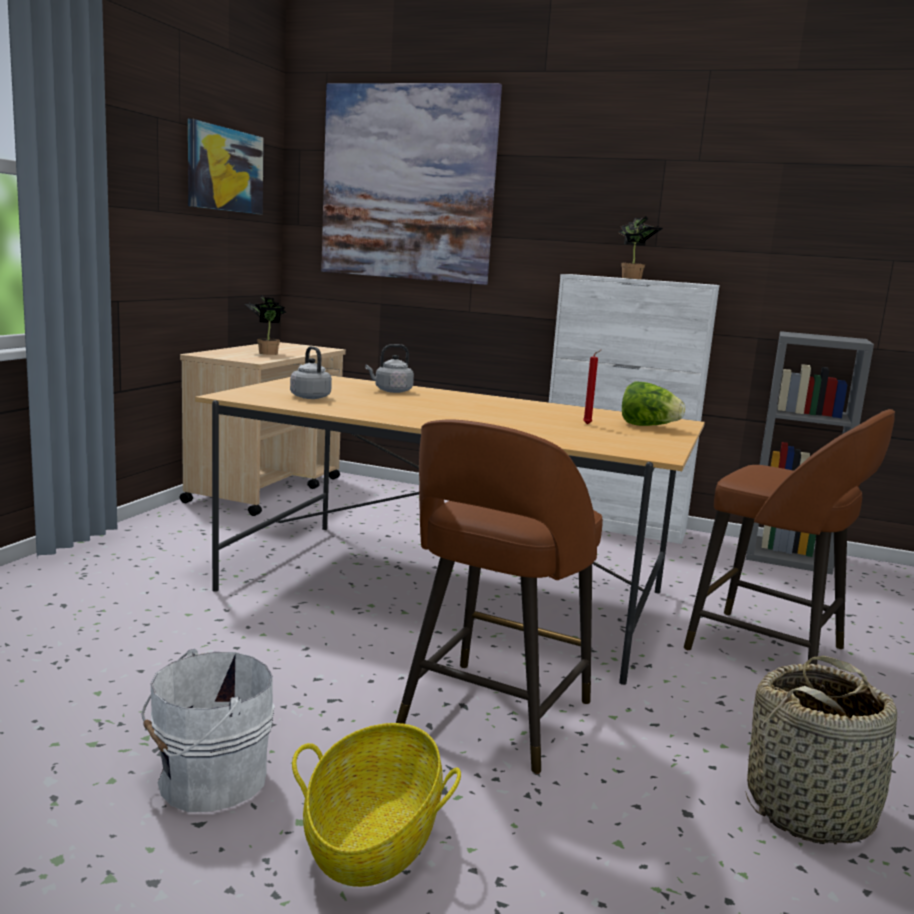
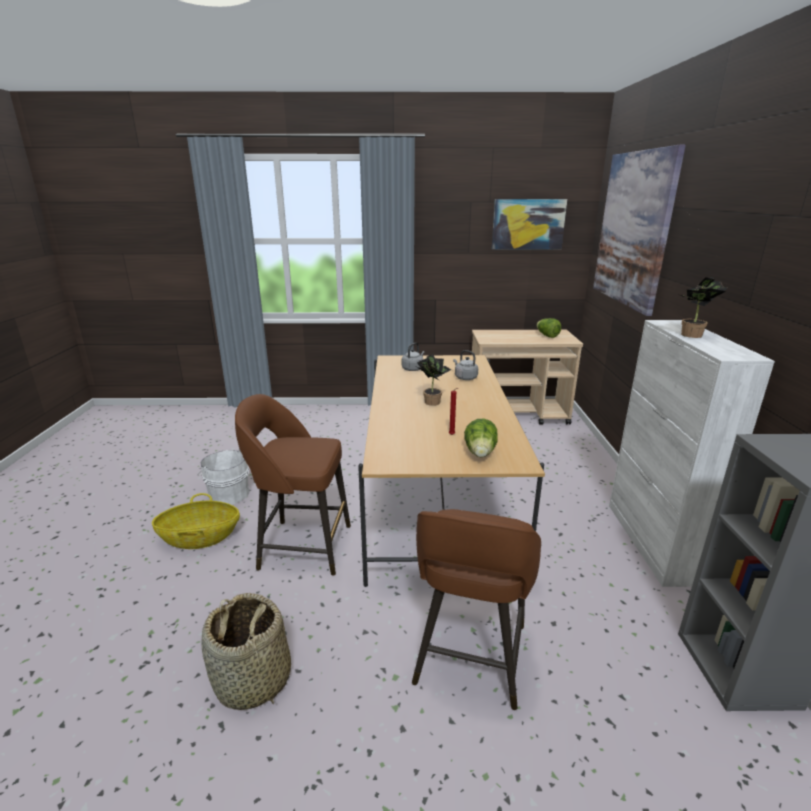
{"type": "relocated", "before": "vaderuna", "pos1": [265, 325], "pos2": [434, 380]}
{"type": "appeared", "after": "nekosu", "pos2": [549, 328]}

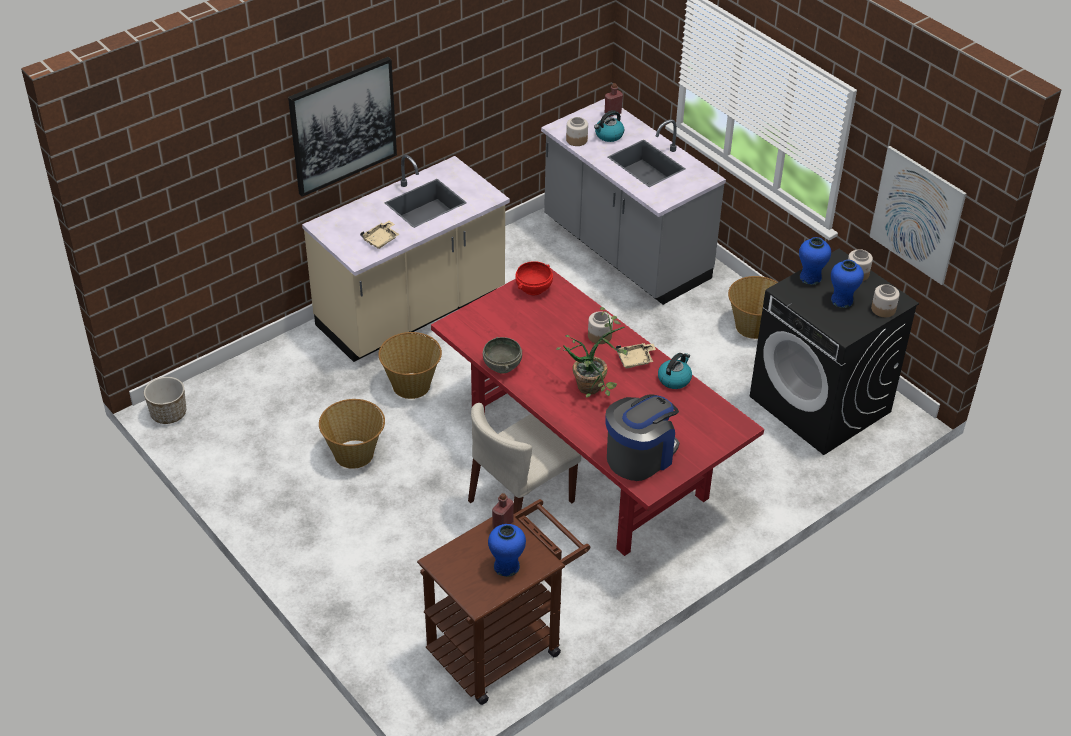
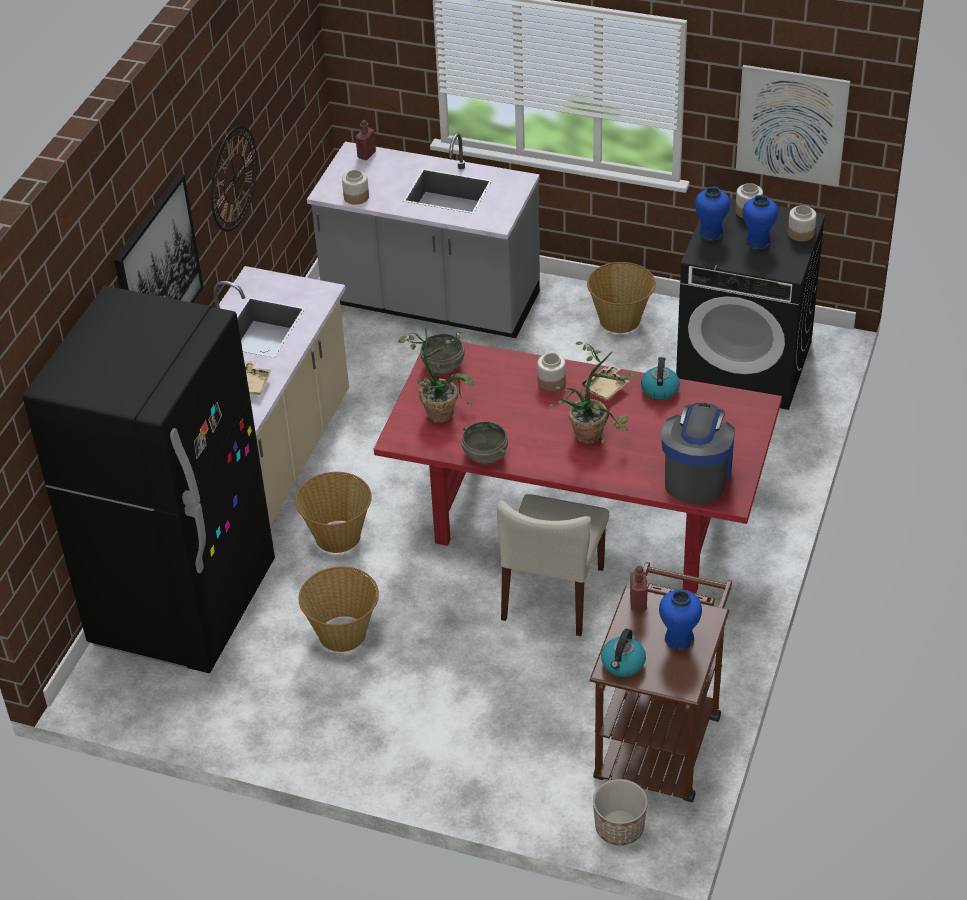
{"type": "relocated", "before": "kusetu", "pos1": [609, 126], "pos2": [623, 653]}
{"type": "colour", "before": "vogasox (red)", "after": "vogasox (grey)", "pos1": [534, 278], "pos2": [442, 353]}
{"type": "relocated", "before": "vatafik", "pos1": [165, 400], "pos2": [620, 812]}
{"type": "appeared", "after": "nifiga", "pos2": [234, 179]}
{"type": "appeared", "after": "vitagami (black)", "pos2": [149, 479]}
{"type": "appeared", "after": "vaderuna", "pos2": [437, 375]}

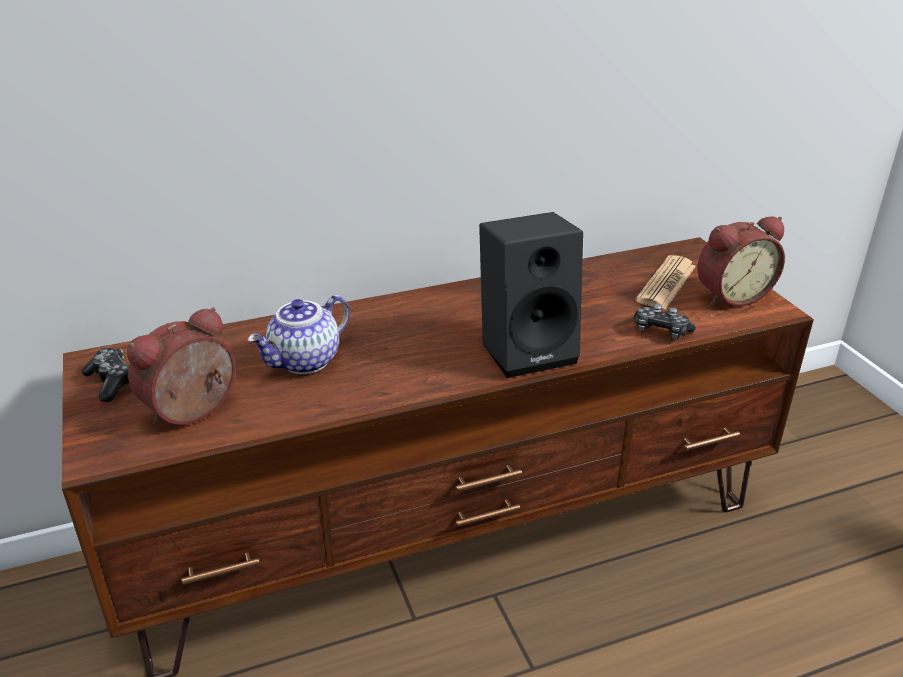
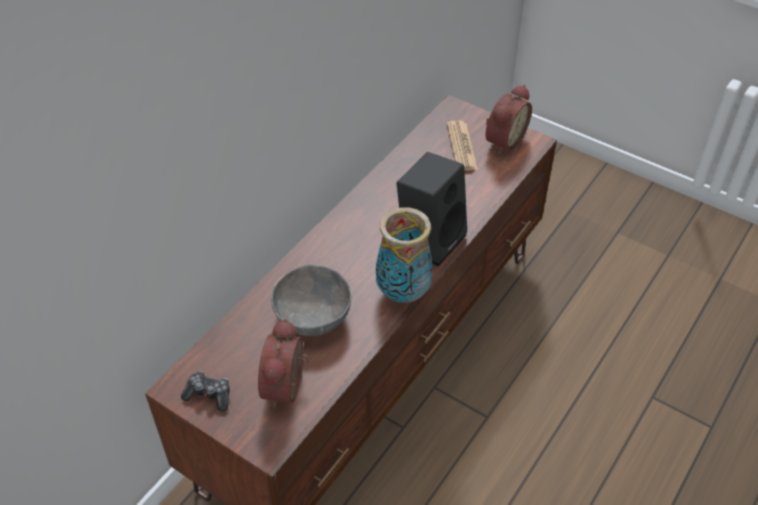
{"type": "exchanged", "before": "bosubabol", "after": "vogasox (grey)", "pos1": [298, 334], "pos2": [311, 300]}
{"type": "missing", "before": "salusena", "pos1": [665, 321]}
{"type": "appeared", "after": "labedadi", "pos2": [404, 255]}

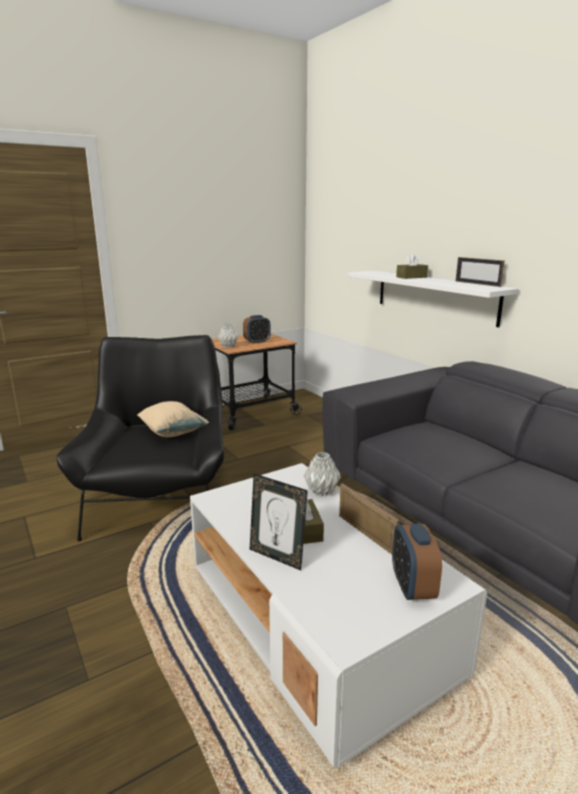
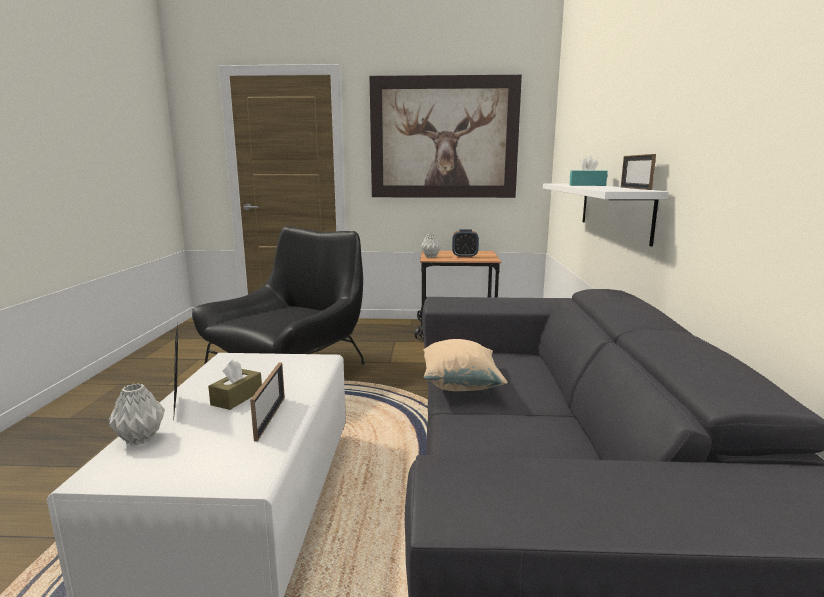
{"type": "colour", "before": "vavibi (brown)", "after": "vavibi (turquoise)", "pos1": [412, 266], "pos2": [589, 171]}
{"type": "relocated", "before": "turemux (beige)", "pos1": [173, 419], "pos2": [465, 365]}
{"type": "relocated", "before": "labedadi (grey)", "pos1": [322, 474], "pos2": [137, 414]}
{"type": "missing", "before": "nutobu", "pos1": [417, 562]}
{"type": "appeared", "after": "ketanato", "pos2": [445, 136]}

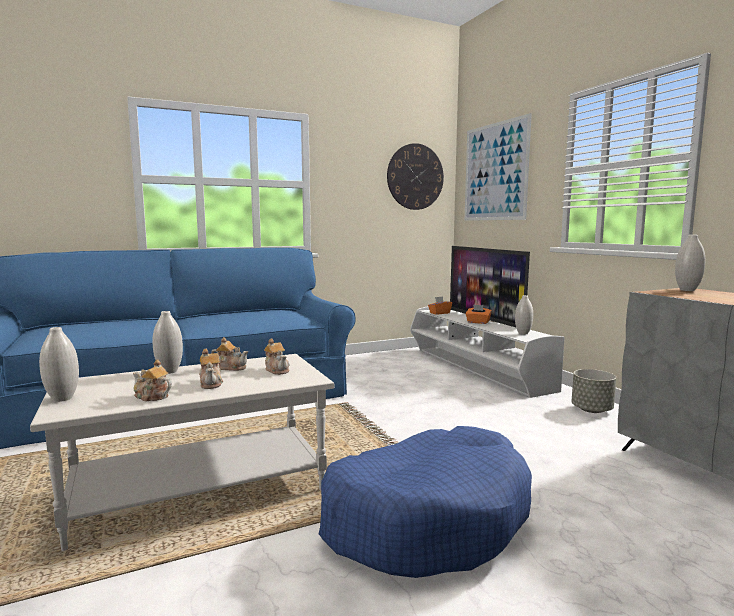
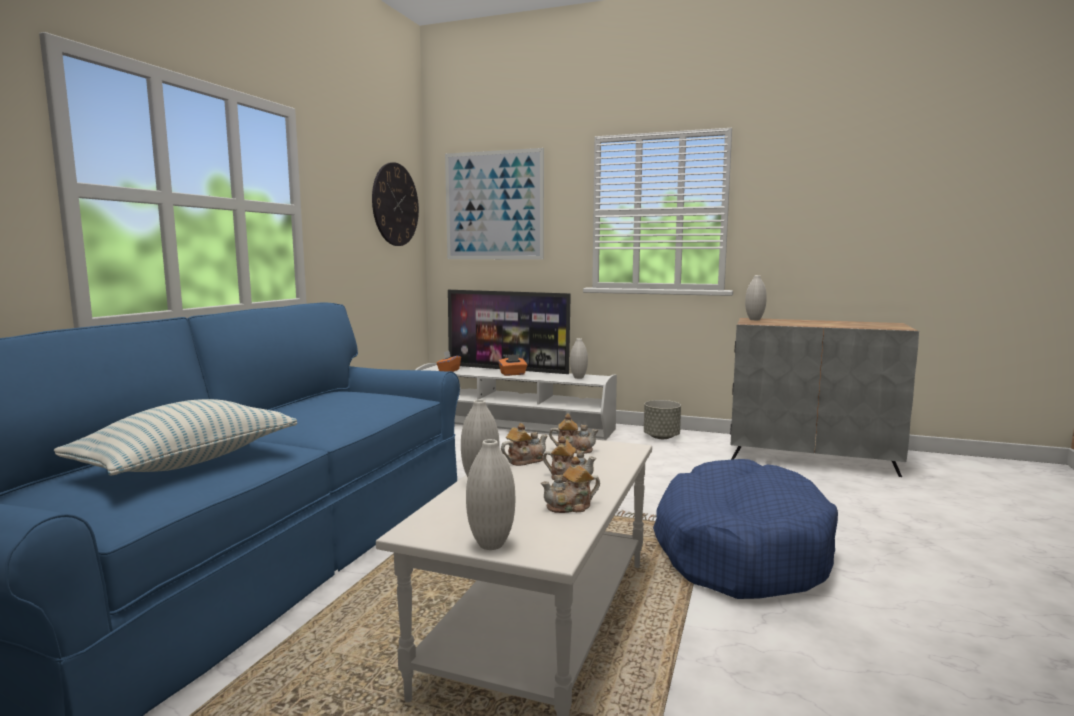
{"type": "appeared", "after": "turemux", "pos2": [175, 437]}

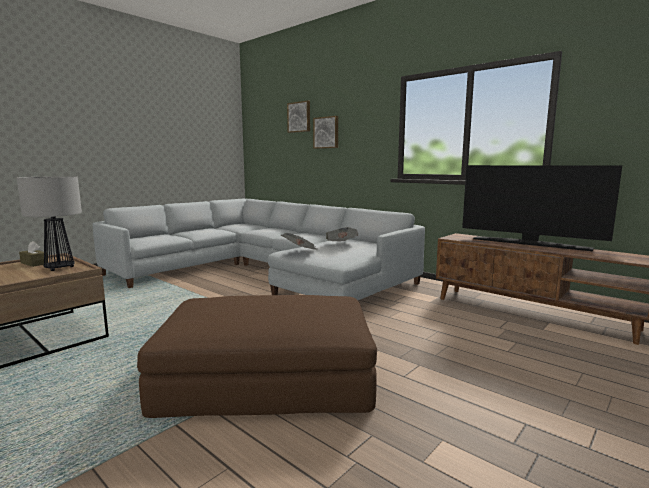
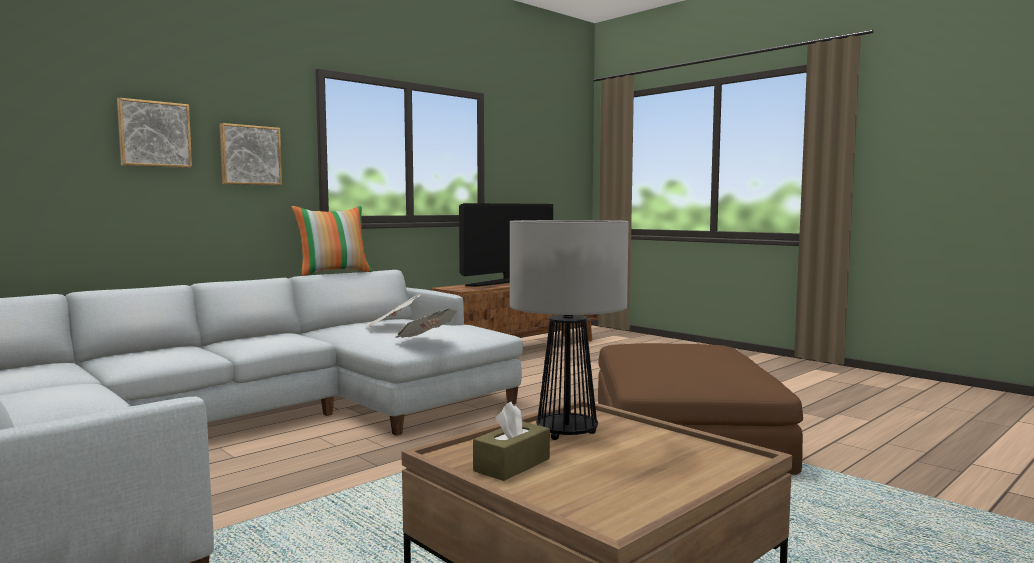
{"type": "relocated", "before": "ketanato", "pos1": [298, 117], "pos2": [250, 154]}
{"type": "appeared", "after": "turemux", "pos2": [331, 241]}

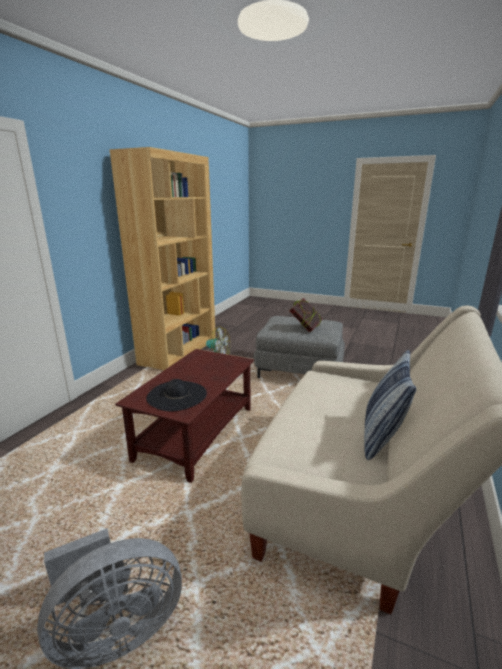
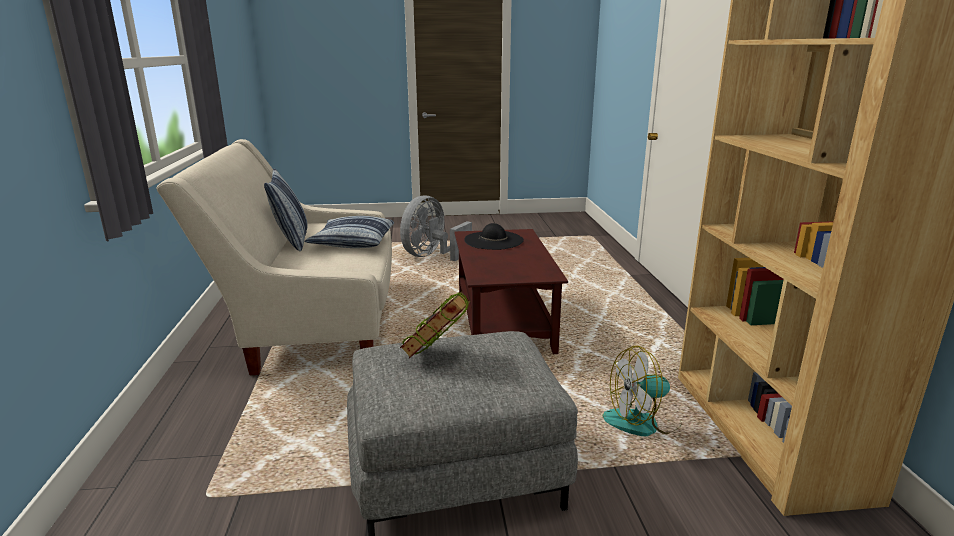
{"type": "appeared", "after": "turemux", "pos2": [349, 232]}

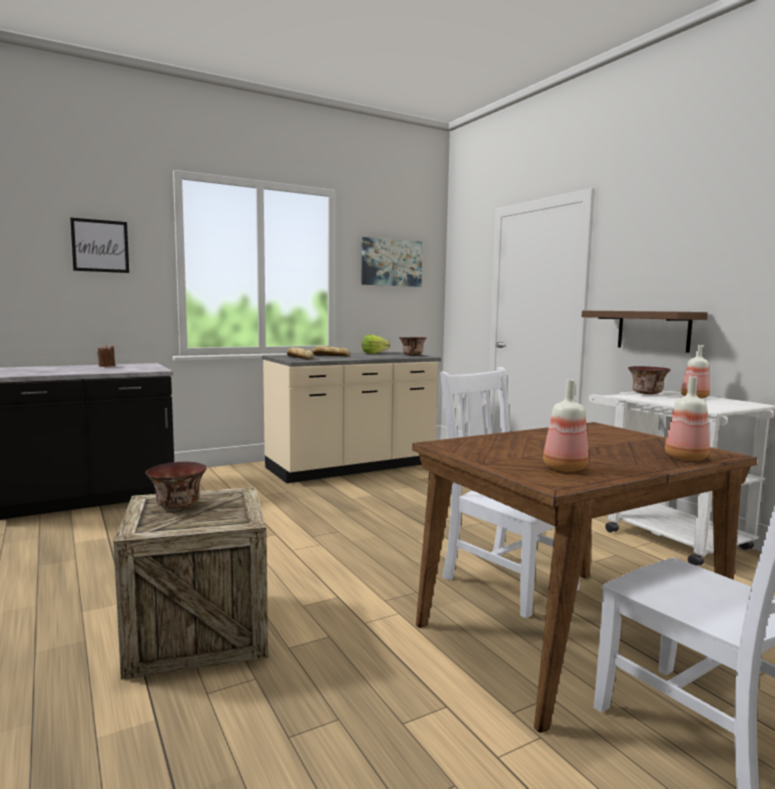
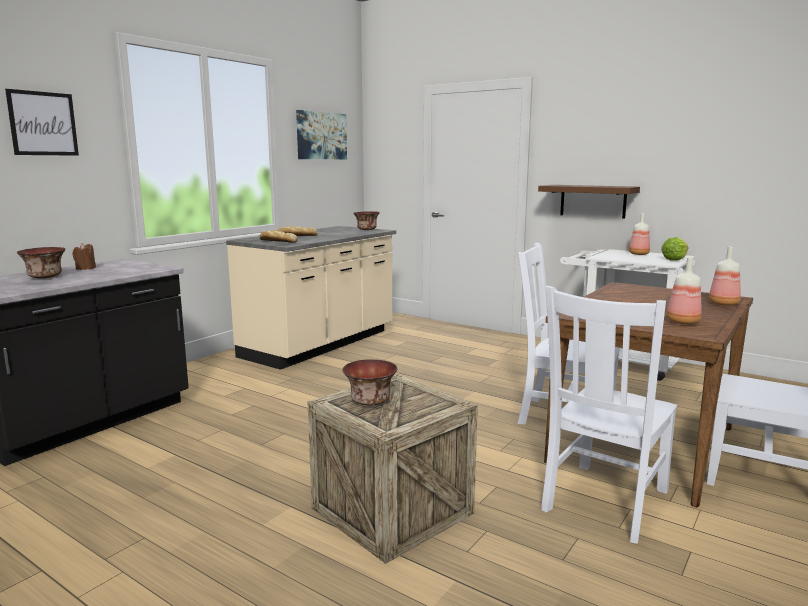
{"type": "relocated", "before": "nekosu", "pos1": [376, 344], "pos2": [674, 249]}
{"type": "relocated", "before": "vogasox", "pos1": [649, 380], "pos2": [41, 262]}
{"type": "appeared", "after": "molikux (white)", "pos2": [609, 415]}

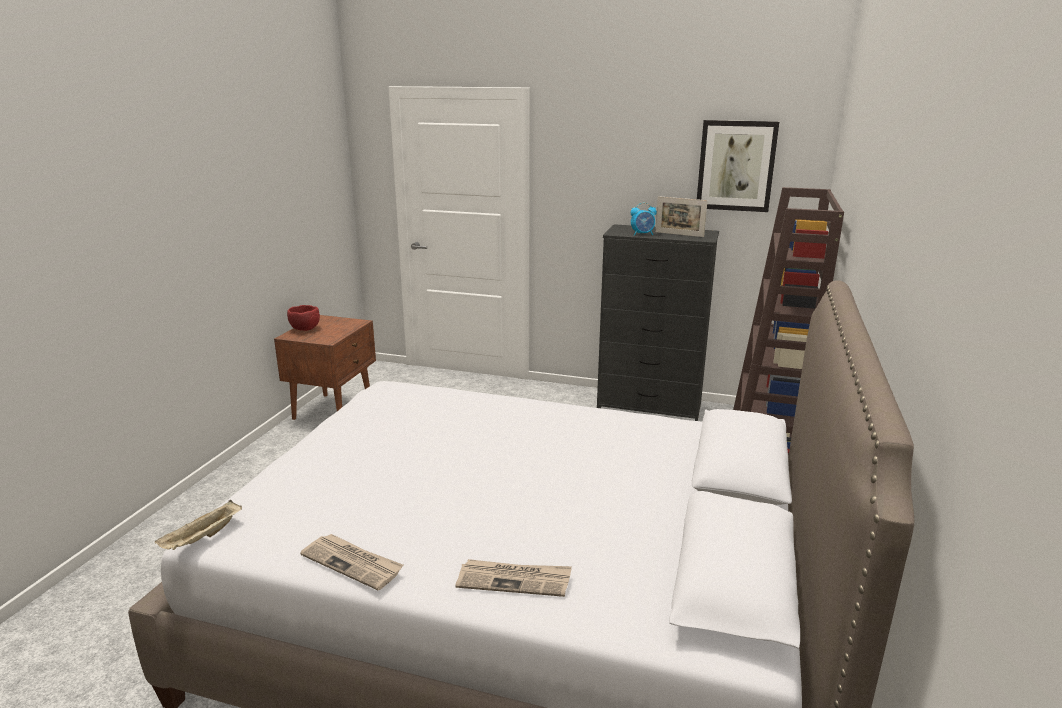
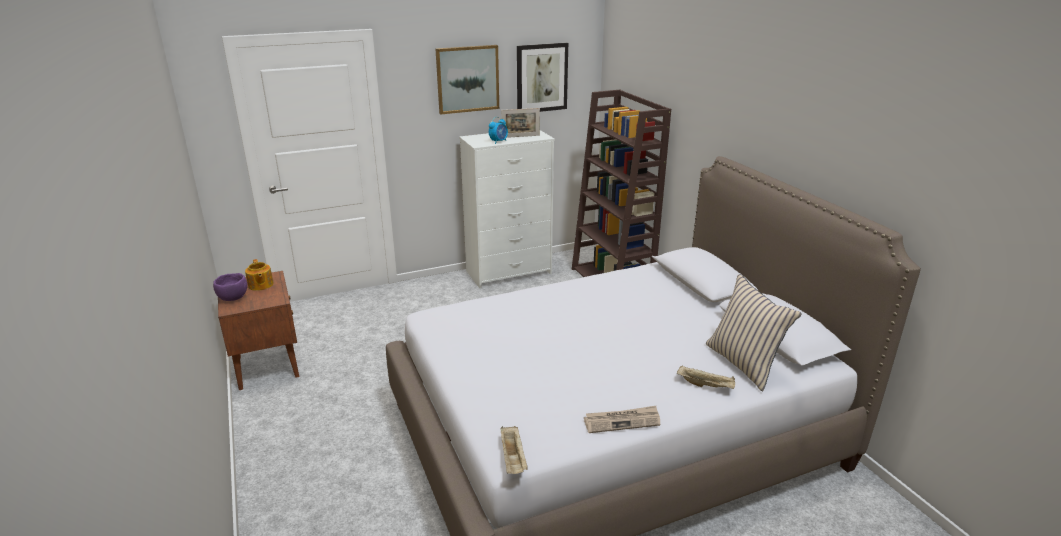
{"type": "colour", "before": "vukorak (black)", "after": "vukorak (white)", "pos1": [658, 322], "pos2": [507, 209]}
{"type": "colour", "before": "vogasox (red)", "after": "vogasox (purple)", "pos1": [303, 318], "pos2": [230, 287]}
{"type": "exchanged", "before": "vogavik", "after": "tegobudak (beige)", "pos1": [514, 578], "pos2": [706, 377]}
{"type": "appeared", "after": "ketanato", "pos2": [467, 79]}
{"type": "appeared", "after": "bosubabol", "pos2": [259, 275]}
{"type": "appeared", "after": "turemux (beige)", "pos2": [754, 332]}

